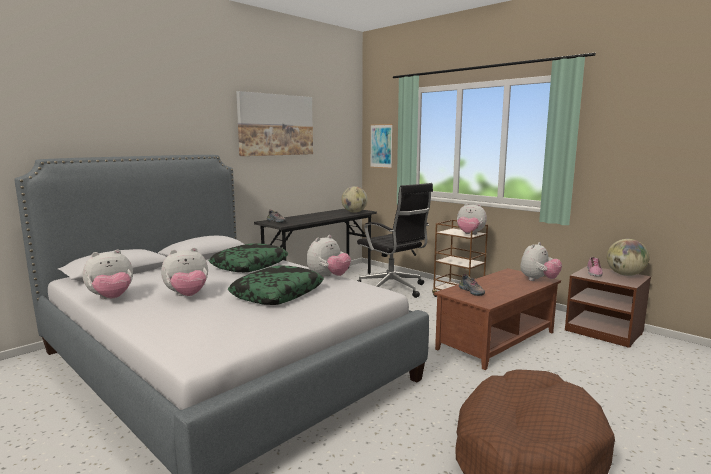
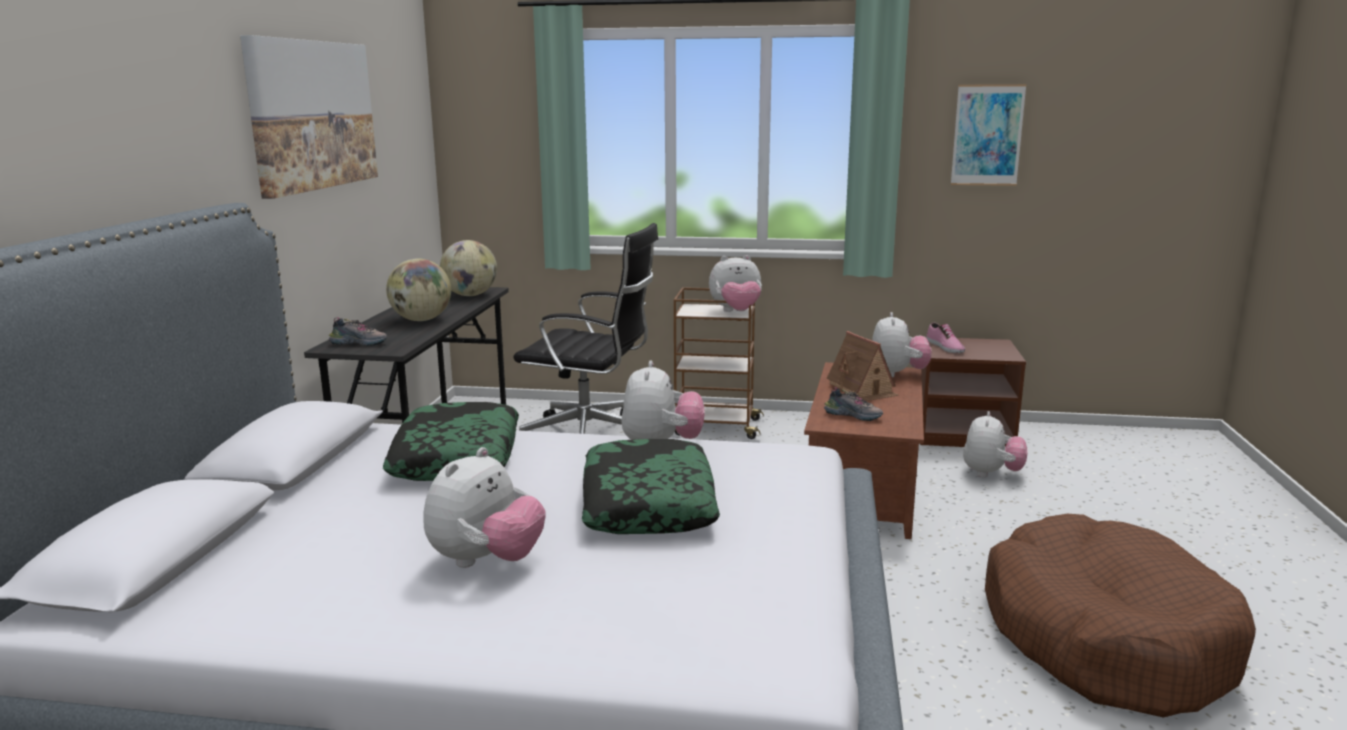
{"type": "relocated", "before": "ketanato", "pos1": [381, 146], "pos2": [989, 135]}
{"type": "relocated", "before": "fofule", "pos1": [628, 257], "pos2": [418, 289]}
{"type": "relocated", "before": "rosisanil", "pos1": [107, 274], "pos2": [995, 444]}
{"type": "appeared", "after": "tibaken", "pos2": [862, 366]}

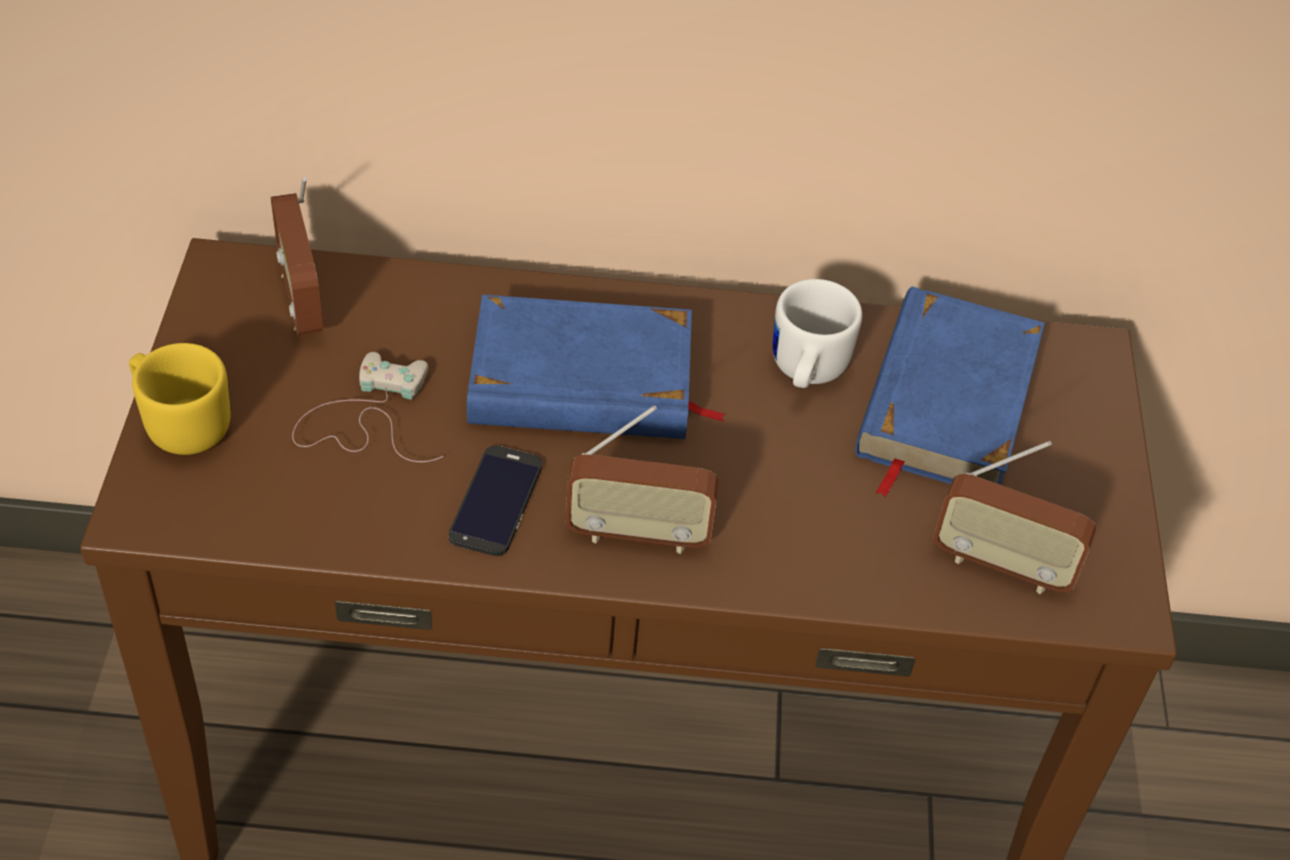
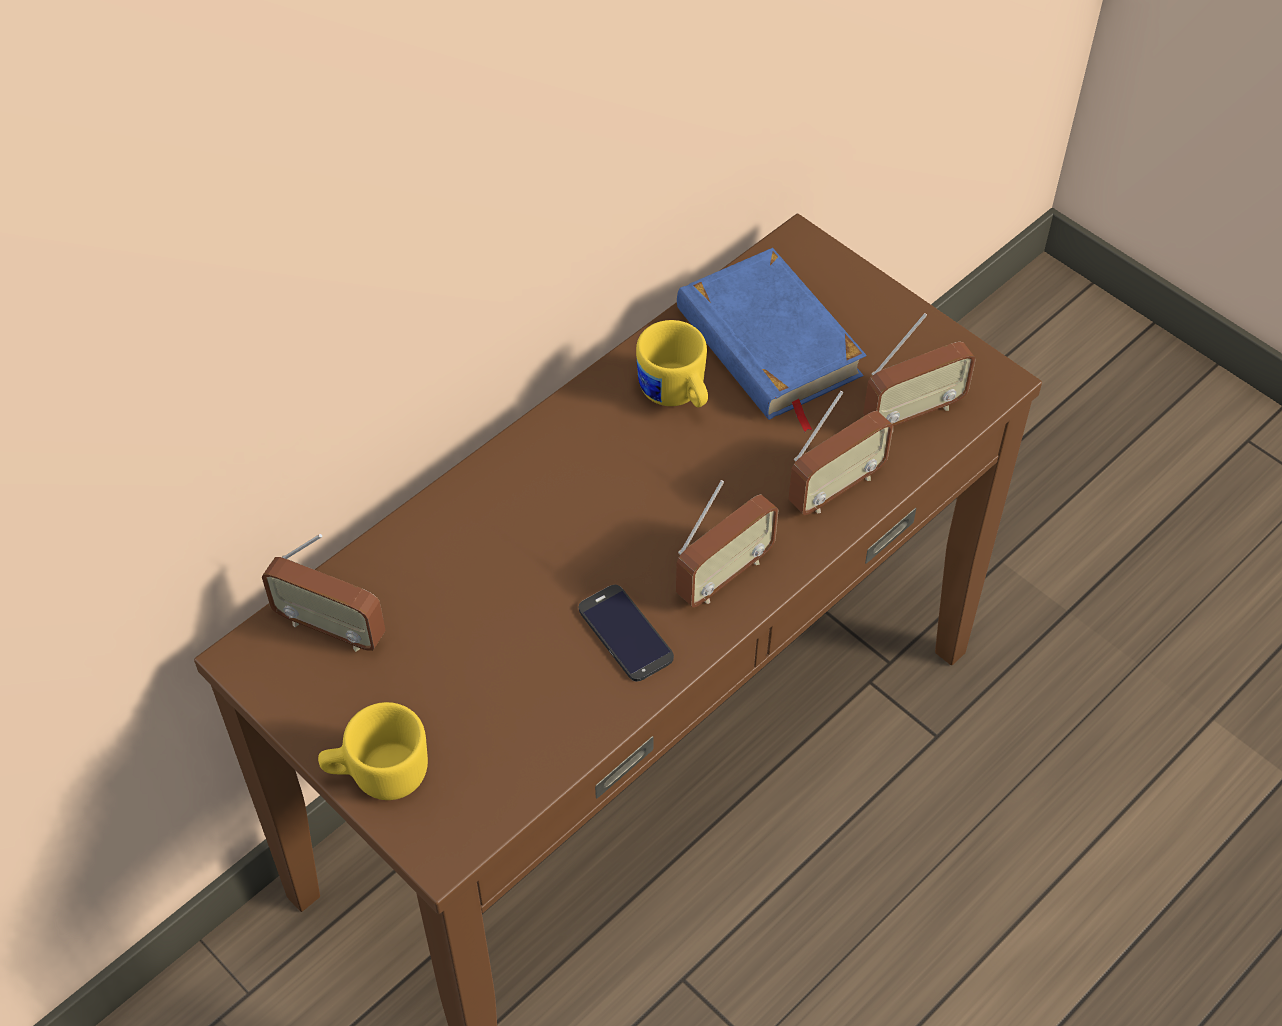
{"type": "colour", "before": "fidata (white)", "after": "fidata (yellow)", "pos1": [817, 333], "pos2": [672, 363]}
{"type": "missing", "before": "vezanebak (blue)", "pos1": [596, 367]}
{"type": "missing", "before": "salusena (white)", "pos1": [367, 407]}
{"type": "appeared", "after": "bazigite", "pos2": [840, 453]}

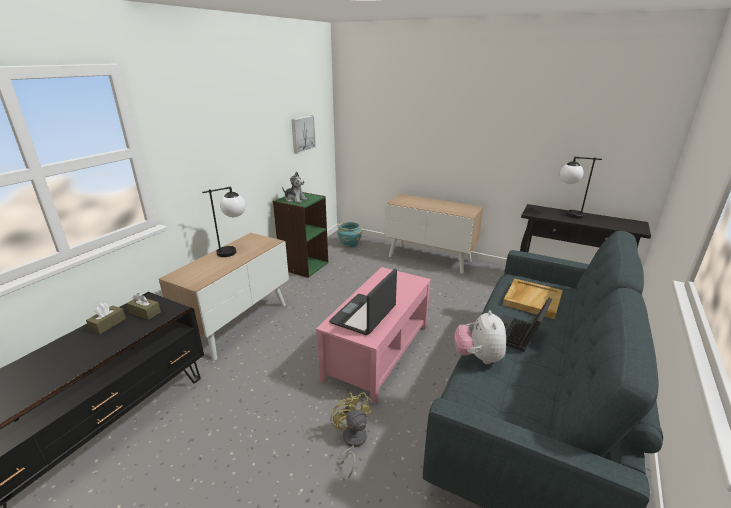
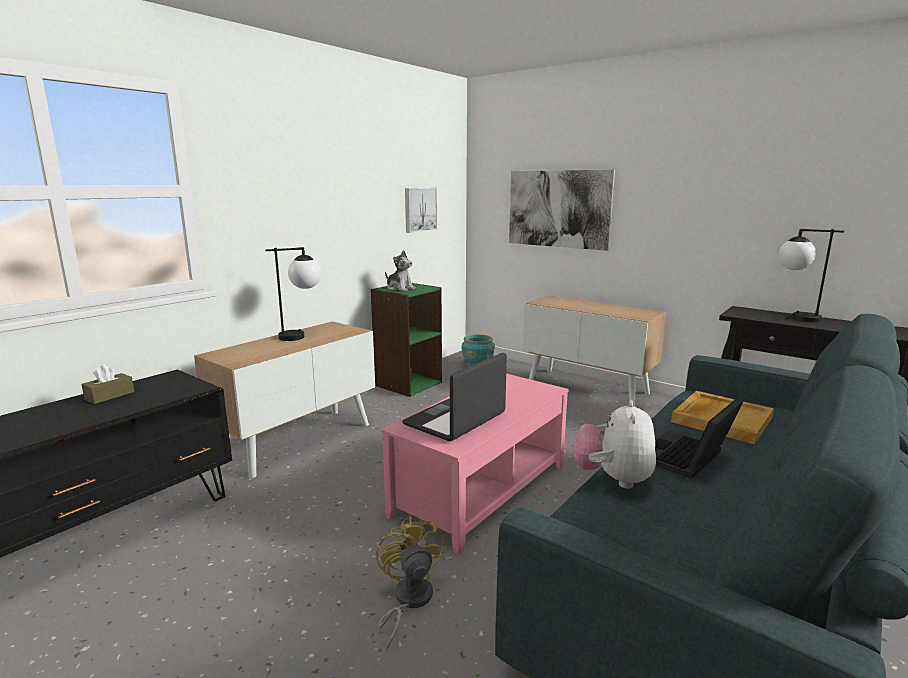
{"type": "missing", "before": "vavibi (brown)", "pos1": [144, 306]}
{"type": "appeared", "after": "ketanato", "pos2": [562, 210]}

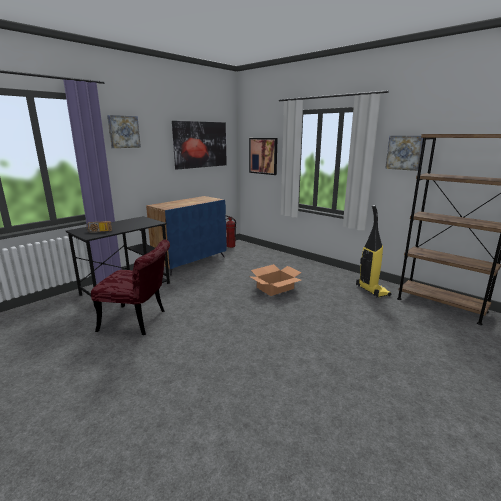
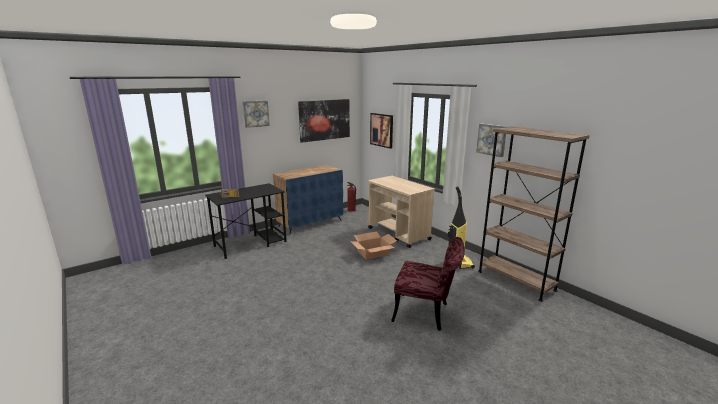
{"type": "relocated", "before": "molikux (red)", "pos1": [130, 287], "pos2": [428, 284]}
{"type": "appeared", "after": "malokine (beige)", "pos2": [401, 212]}

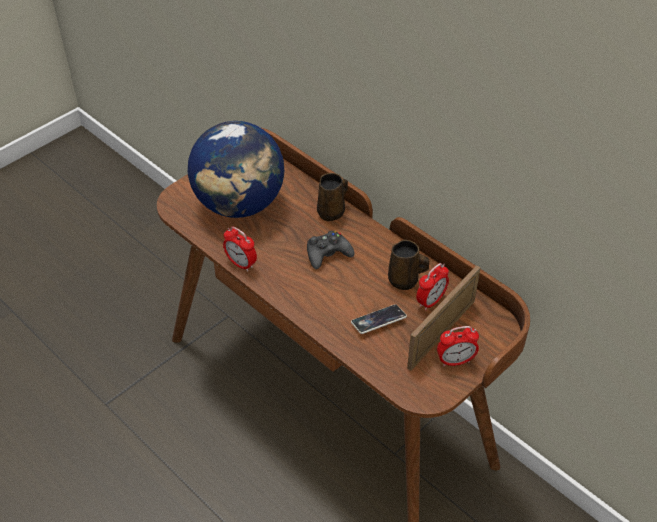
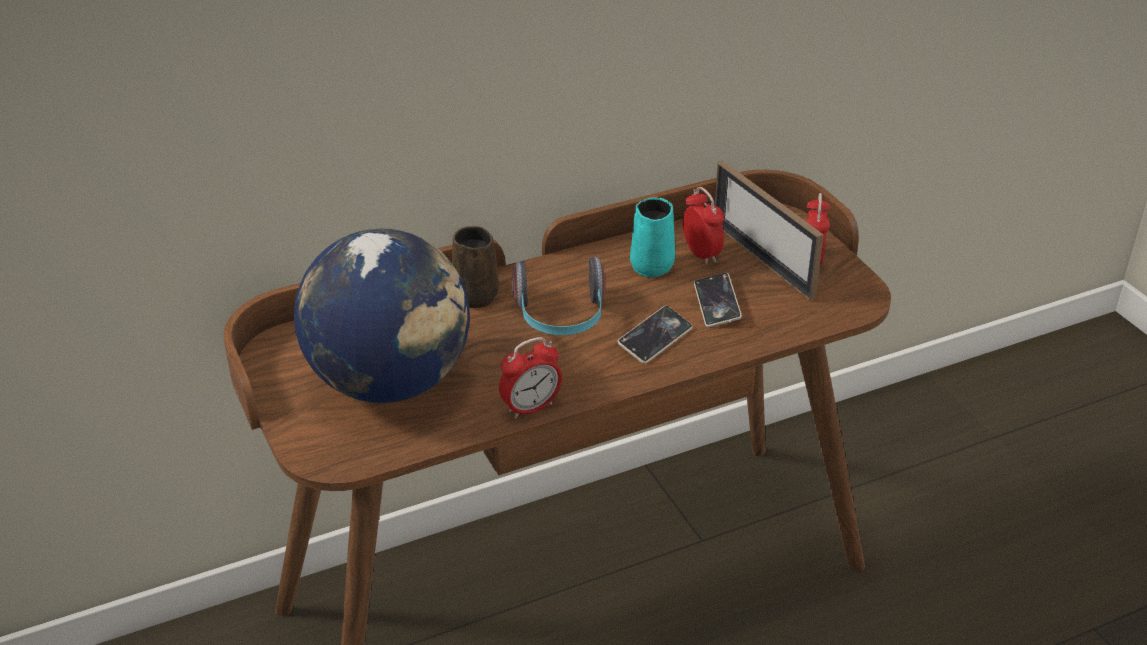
{"type": "exchanged", "before": "salusena (black)", "after": "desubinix", "pos1": [330, 250], "pos2": [558, 296]}
{"type": "colour", "before": "fidata (brown)", "after": "fidata (turquoise)", "pos1": [408, 265], "pos2": [652, 237]}
{"type": "appeared", "after": "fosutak", "pos2": [655, 335]}

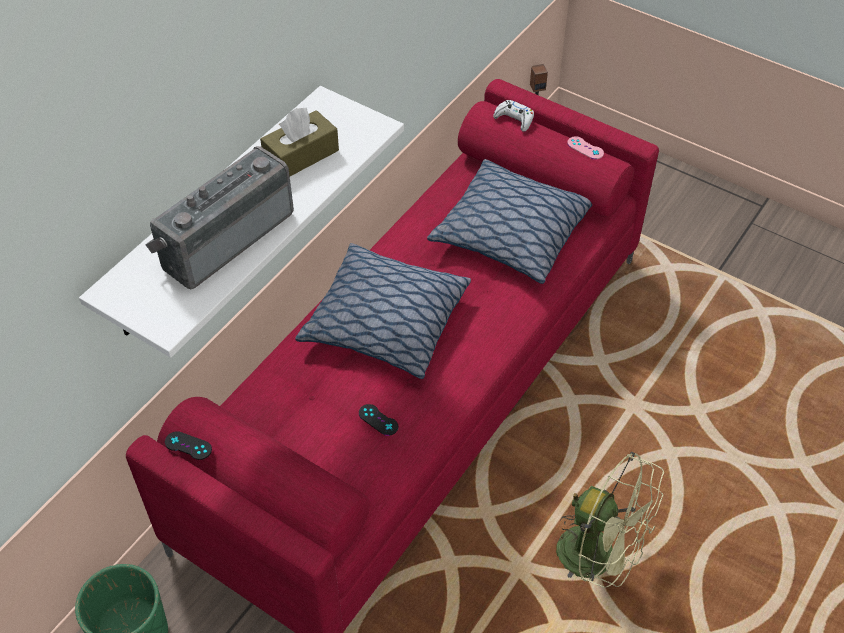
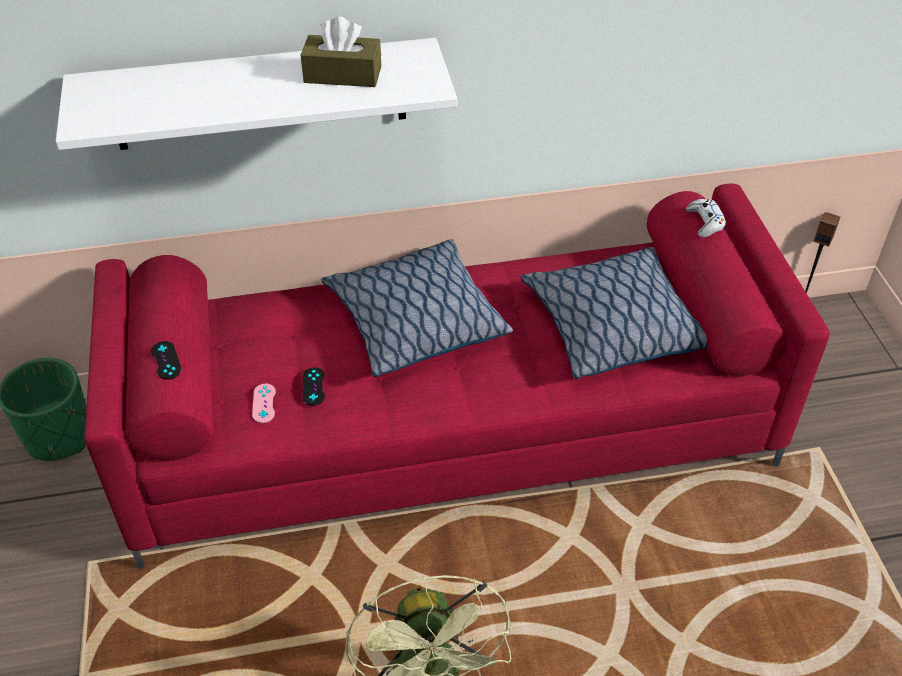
{"type": "relocated", "before": "salusena (pink)", "pos1": [585, 147], "pos2": [264, 403]}
{"type": "missing", "before": "bazigite", "pos1": [219, 217]}
{"type": "relocated", "before": "salusena (black)", "pos1": [188, 445], "pos2": [166, 360]}

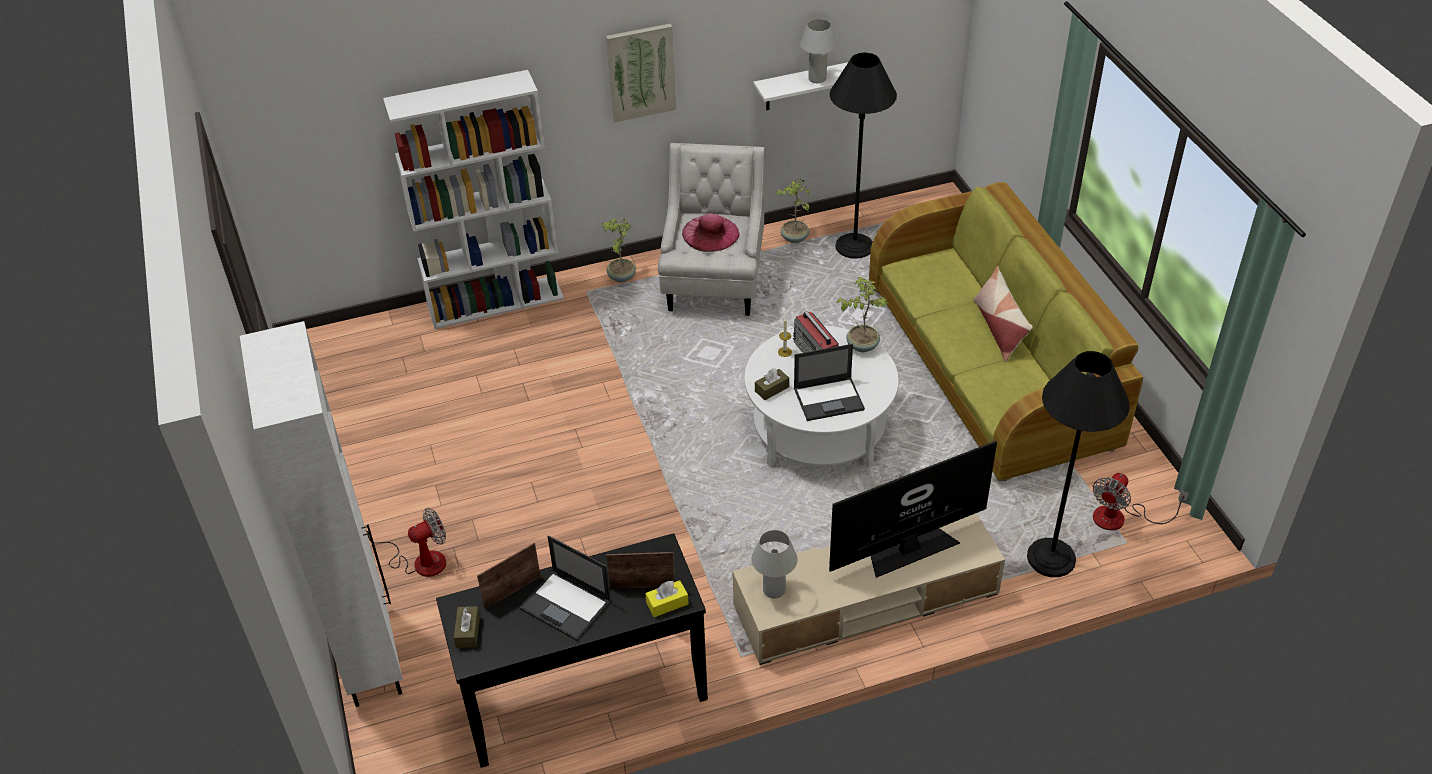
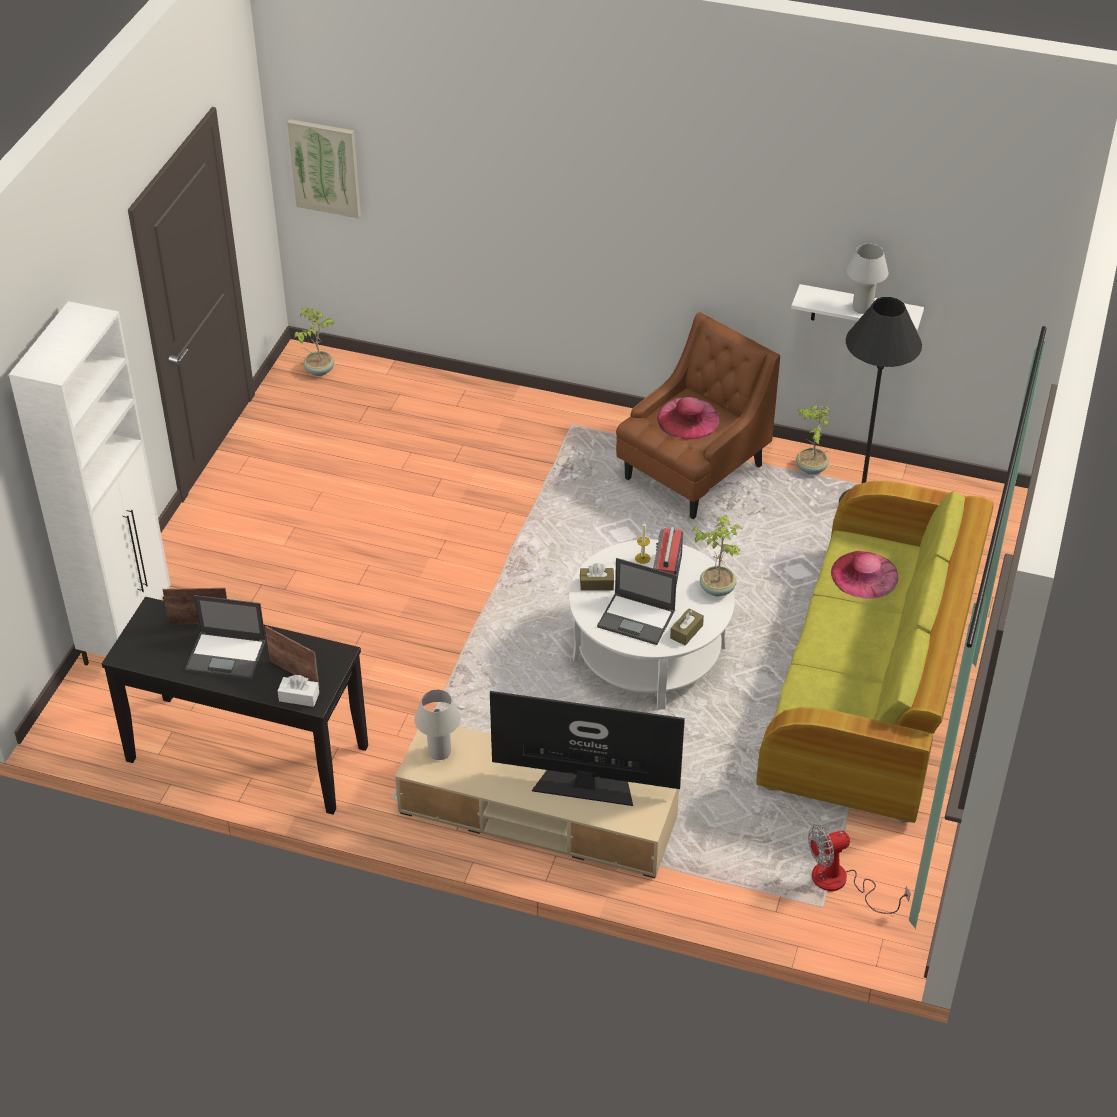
{"type": "relocated", "before": "ketanato", "pos1": [641, 72], "pos2": [324, 168]}
{"type": "missing", "before": "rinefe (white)", "pos1": [473, 199]}
{"type": "colour", "before": "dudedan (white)", "after": "dudedan (brown)", "pos1": [711, 229], "pos2": [698, 415]}
{"type": "relocated", "before": "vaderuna", "pos1": [619, 251], "pos2": [314, 342]}
{"type": "missing", "before": "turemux", "pos1": [1003, 314]}
{"type": "missing", "before": "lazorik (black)", "pos1": [1078, 464]}
{"type": "missing", "before": "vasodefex", "pos1": [406, 542]}
{"type": "spun", "before": "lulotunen", "pos1": [565, 588], "pos2": [225, 637], "turn": -60}
{"type": "colour", "before": "vavibi (yellow)", "after": "vavibi (white)", "pos1": [667, 598], "pos2": [298, 691]}
{"type": "relocated", "before": "vavibi (brown)", "pos1": [467, 627], "pos2": [687, 626]}
{"type": "appeared", "after": "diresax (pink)", "pos2": [864, 575]}

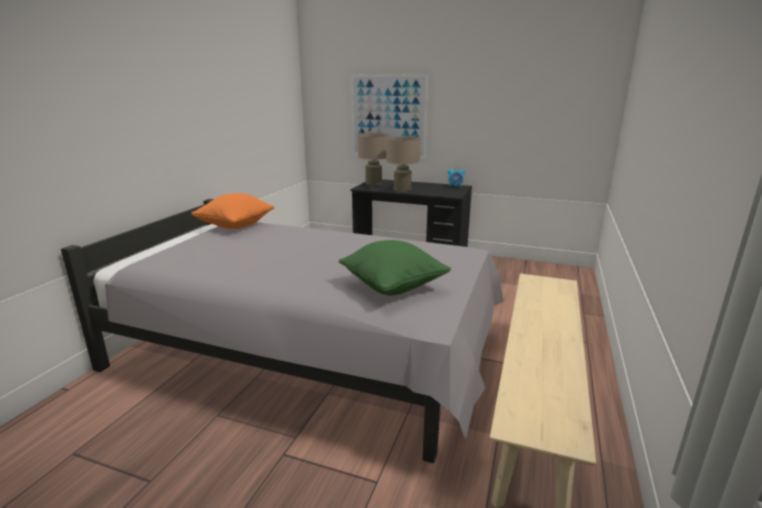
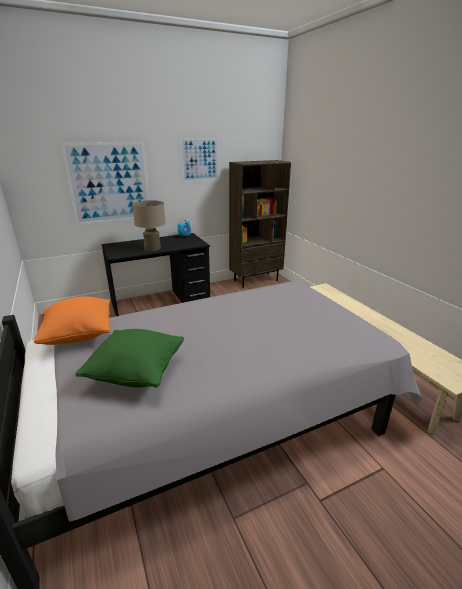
{"type": "missing", "before": "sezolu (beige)", "pos1": [373, 159]}
{"type": "relocated", "before": "turemux (green)", "pos1": [395, 267], "pos2": [130, 358]}
{"type": "appeared", "after": "ketanato", "pos2": [199, 160]}
{"type": "appeared", "after": "rinefe (brown)", "pos2": [260, 224]}

